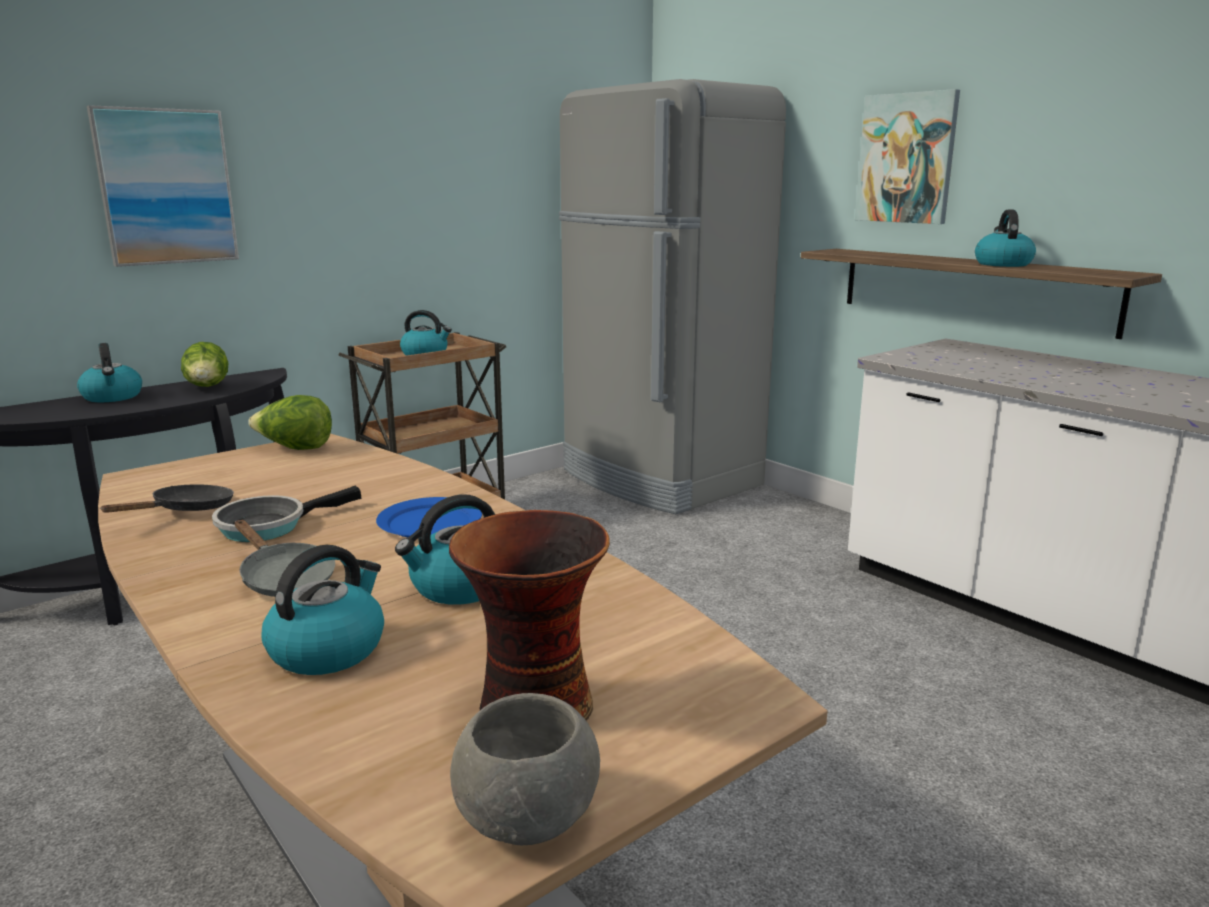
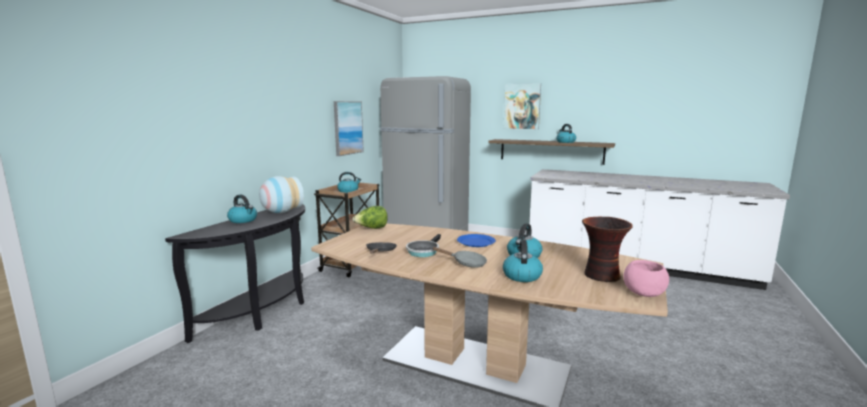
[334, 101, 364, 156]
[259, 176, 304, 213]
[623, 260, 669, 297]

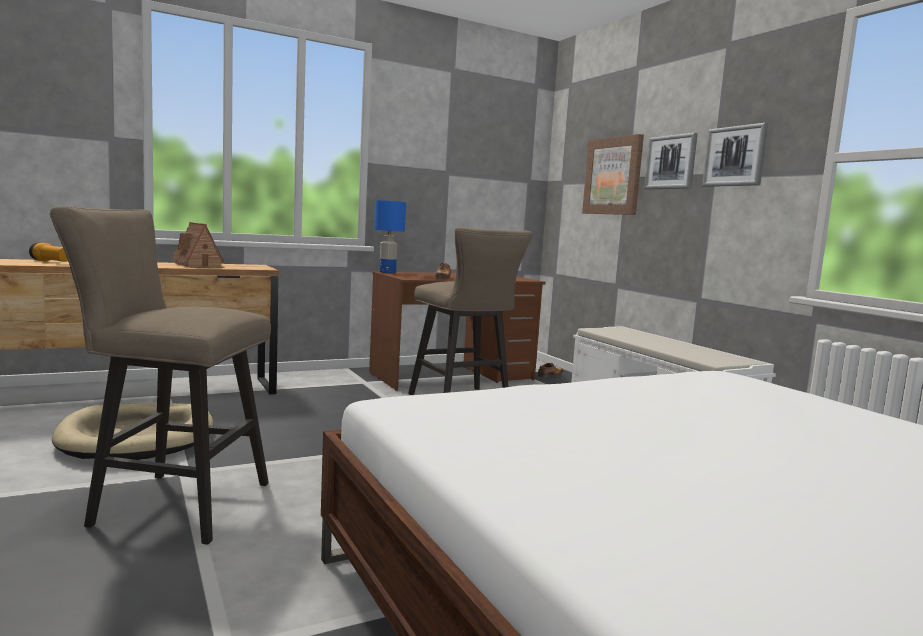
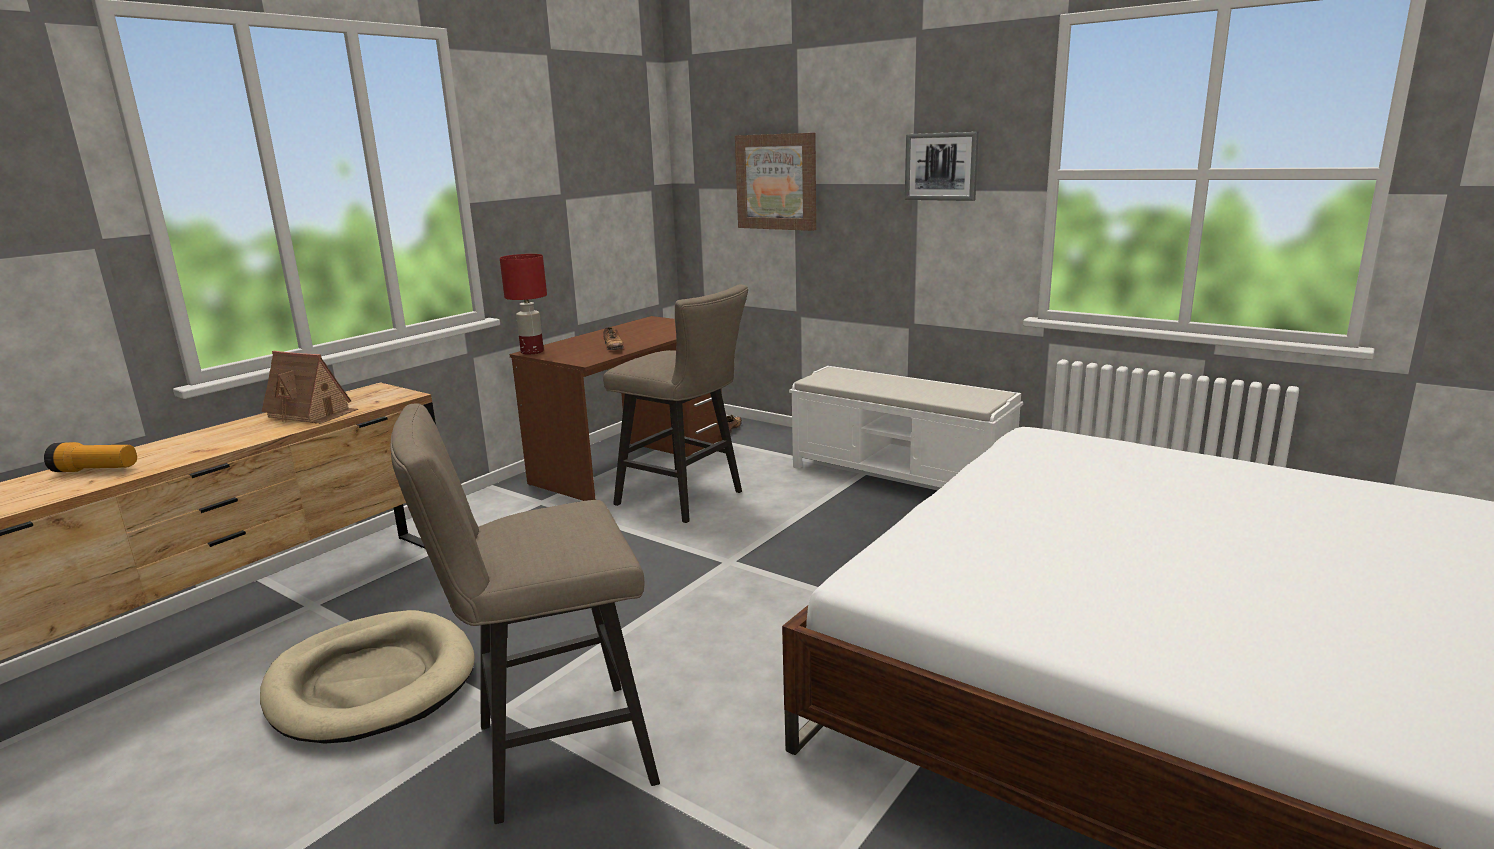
[644, 133, 698, 189] (first image)
[500, 254, 547, 355]

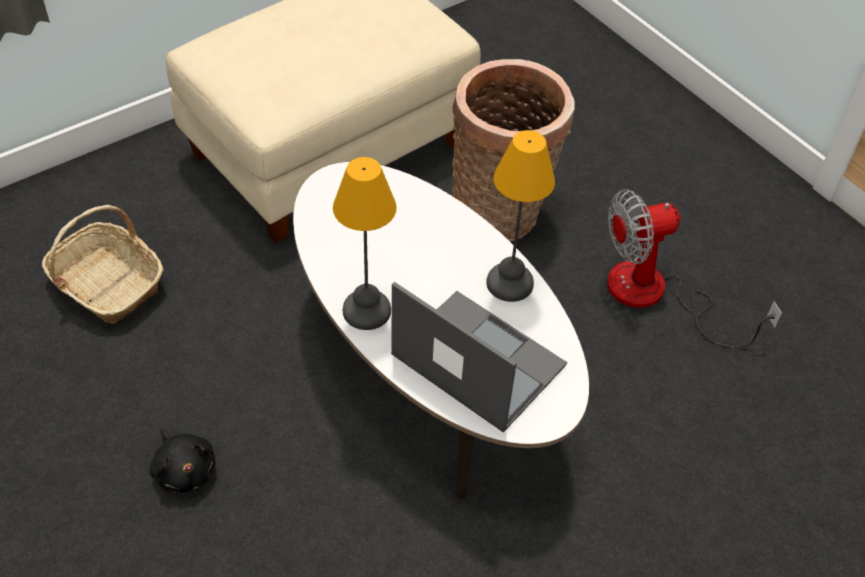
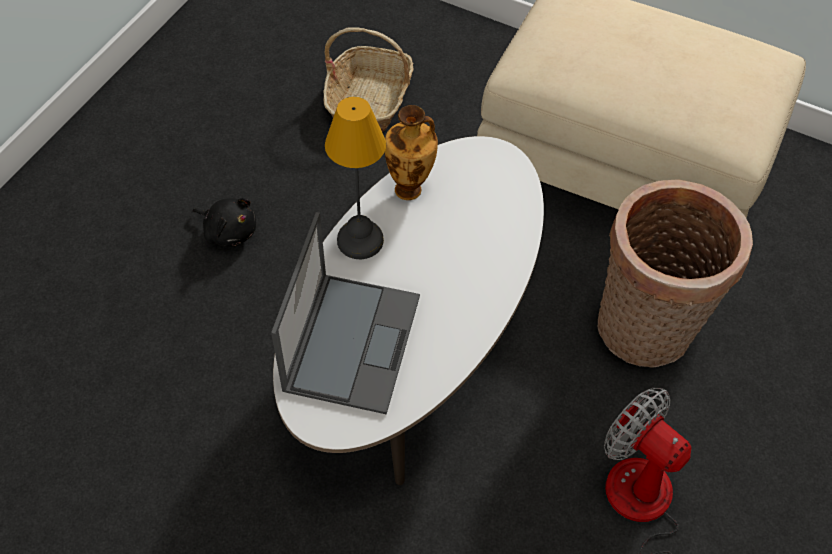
[486, 130, 555, 302] (first image)
[385, 105, 438, 200]
[193, 198, 256, 247]

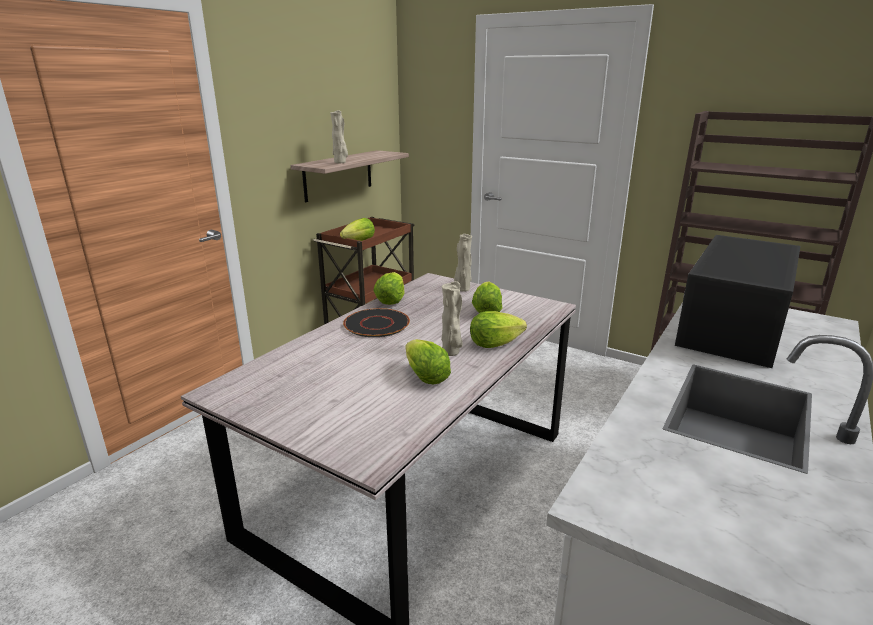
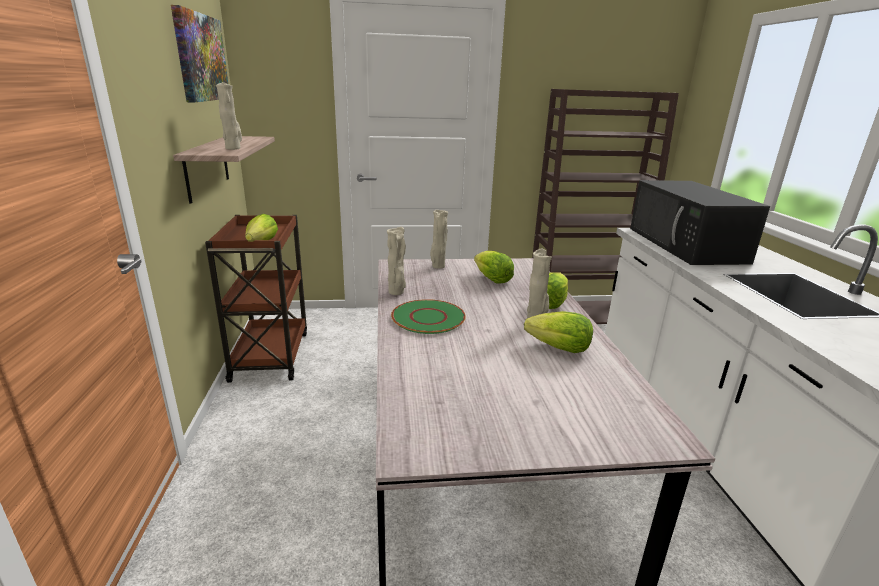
[171, 5, 228, 103]
[387, 227, 406, 295]
[391, 299, 466, 334]

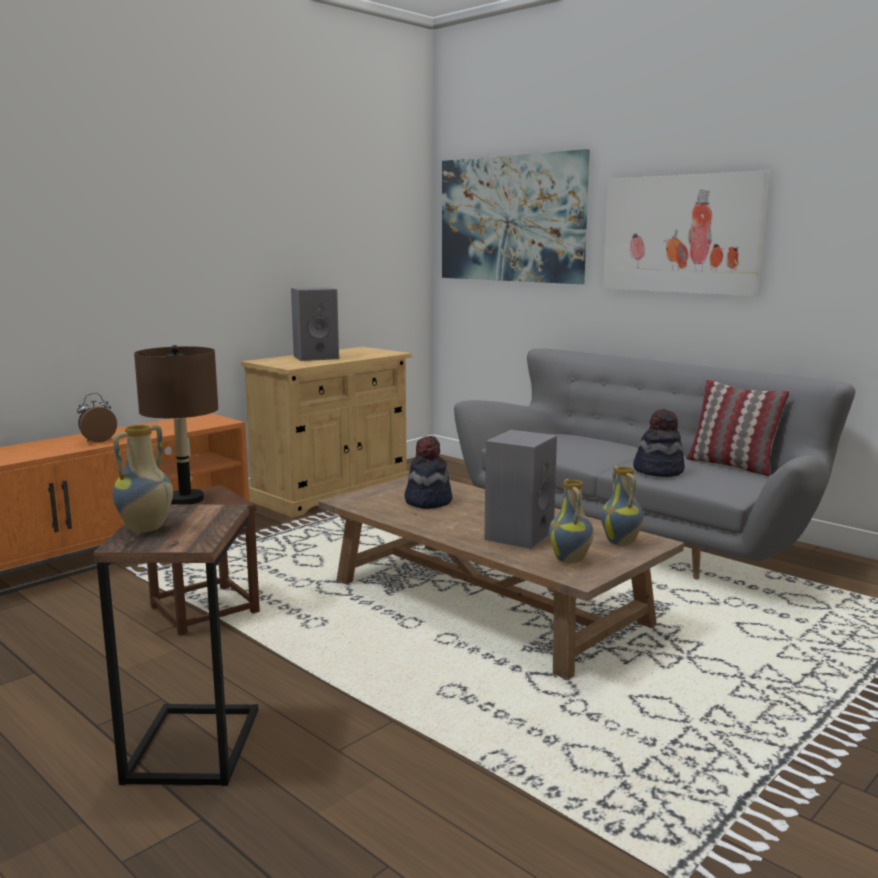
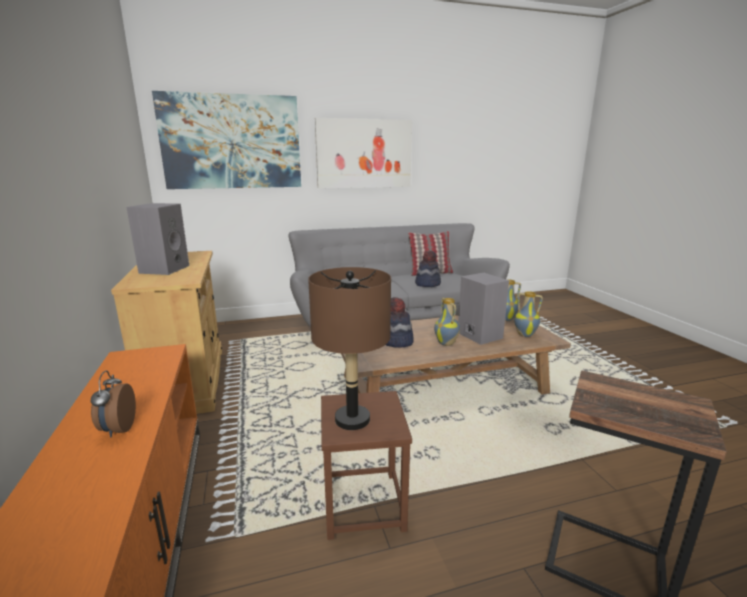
[434, 298, 460, 346]

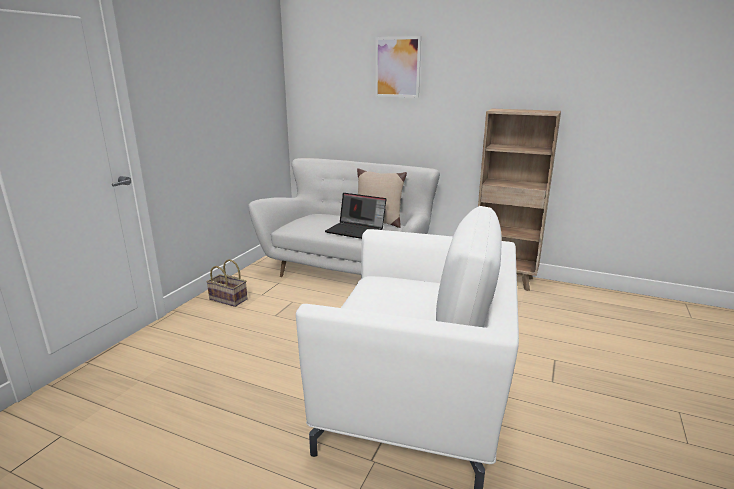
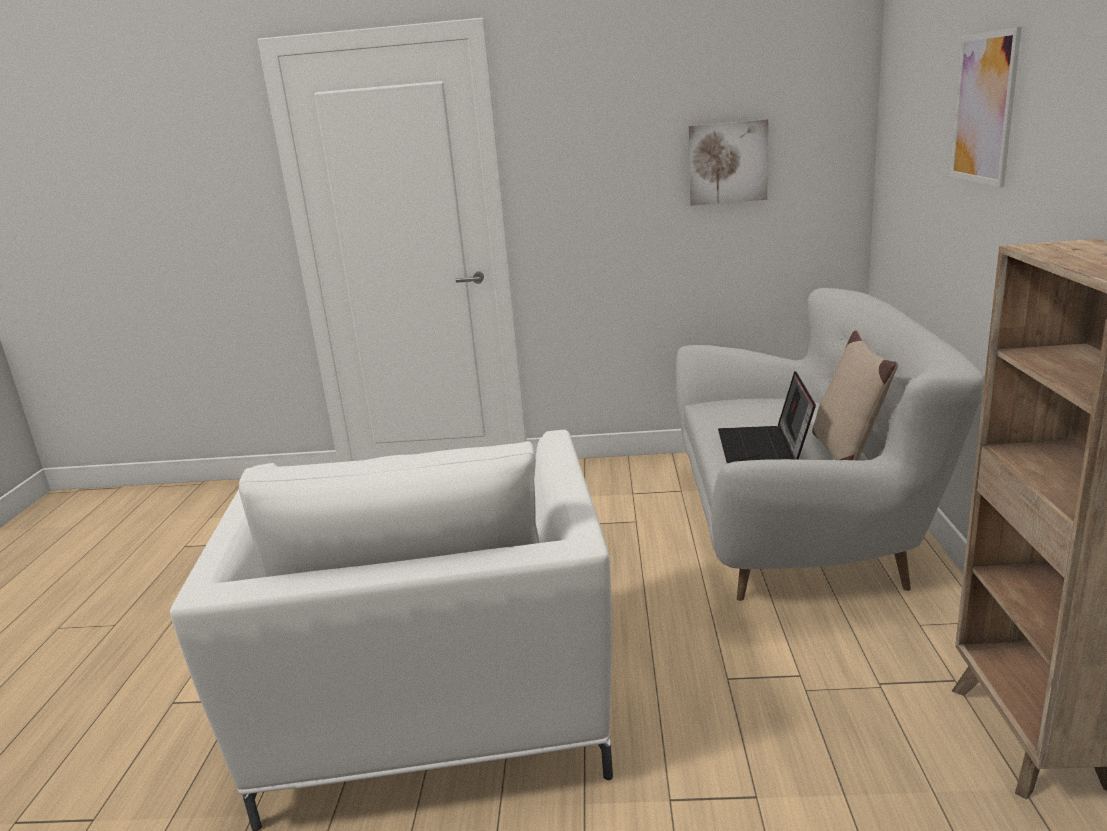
[206, 259, 248, 307] (first image)
[689, 119, 768, 206]

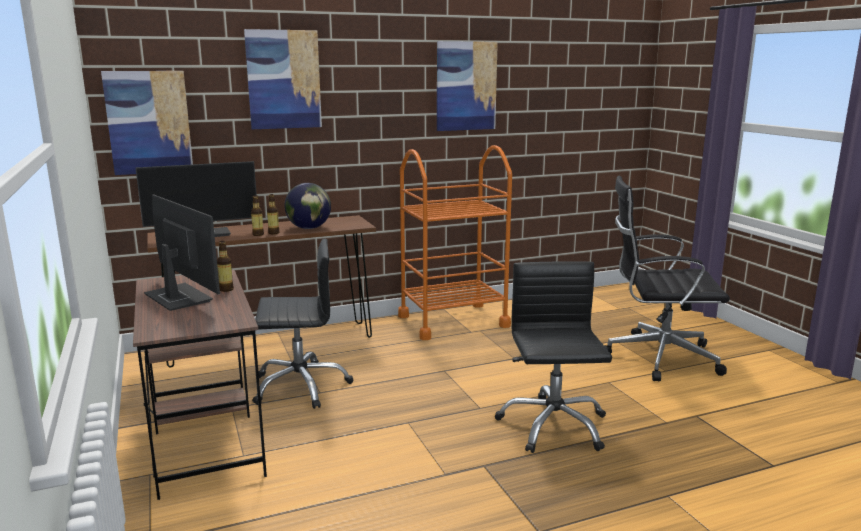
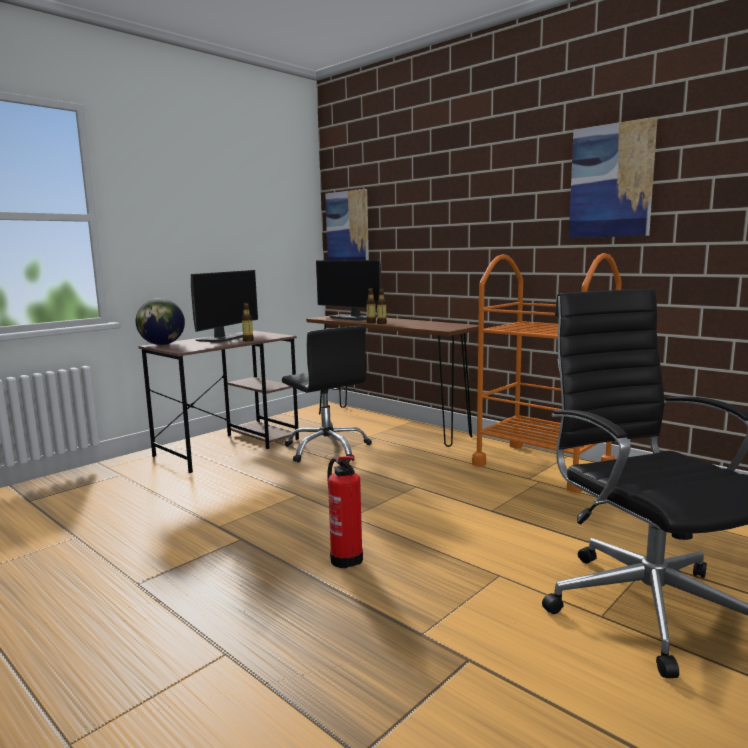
[244, 29, 322, 129] (first image)
[136, 298, 185, 345]
[327, 456, 363, 568]

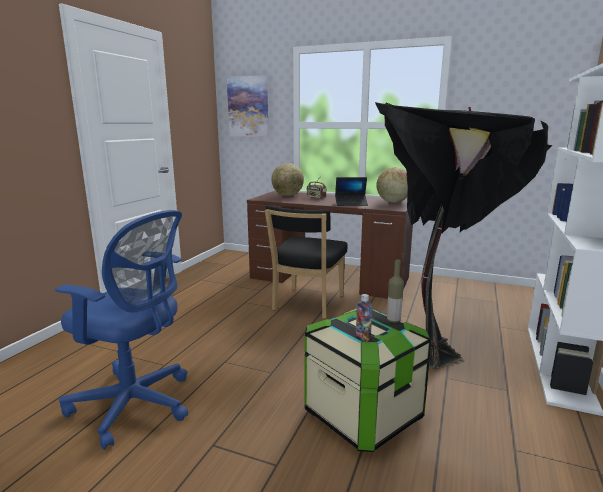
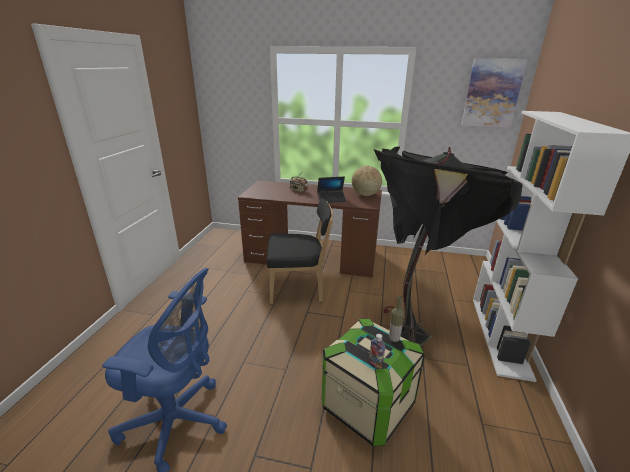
[271, 163, 304, 196] (first image)
[461, 59, 528, 128]
[266, 198, 333, 304]

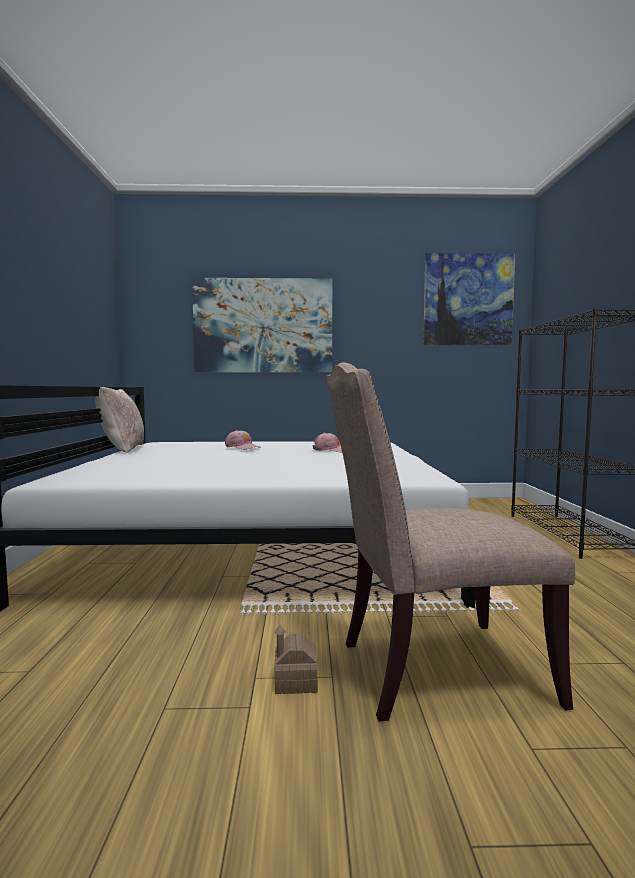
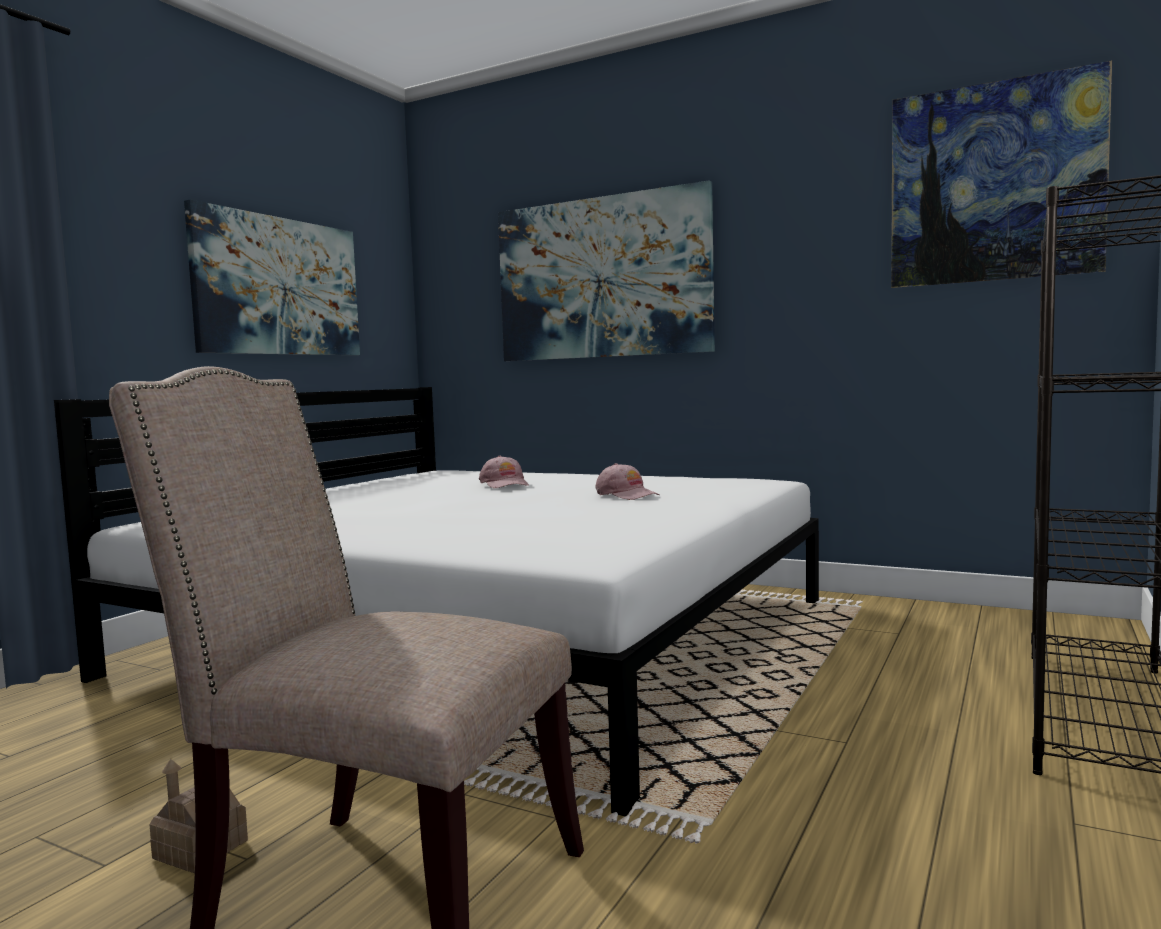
[95, 387, 144, 453] (first image)
[184, 200, 360, 355]

